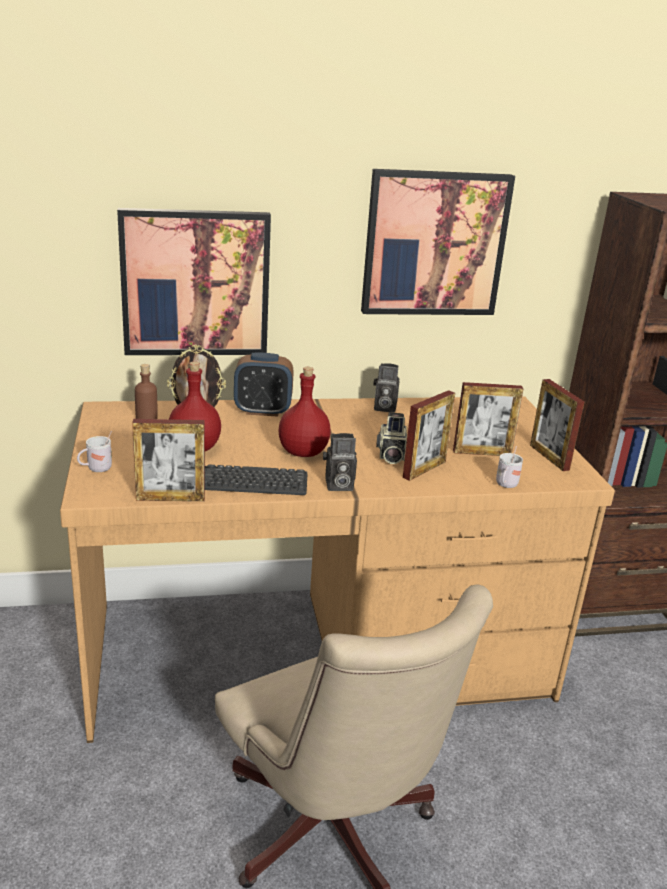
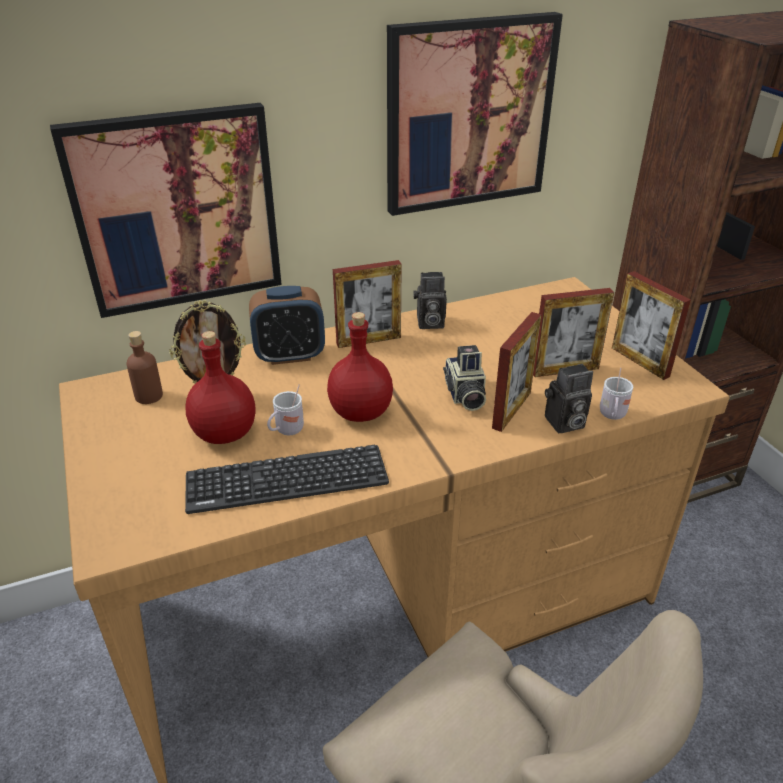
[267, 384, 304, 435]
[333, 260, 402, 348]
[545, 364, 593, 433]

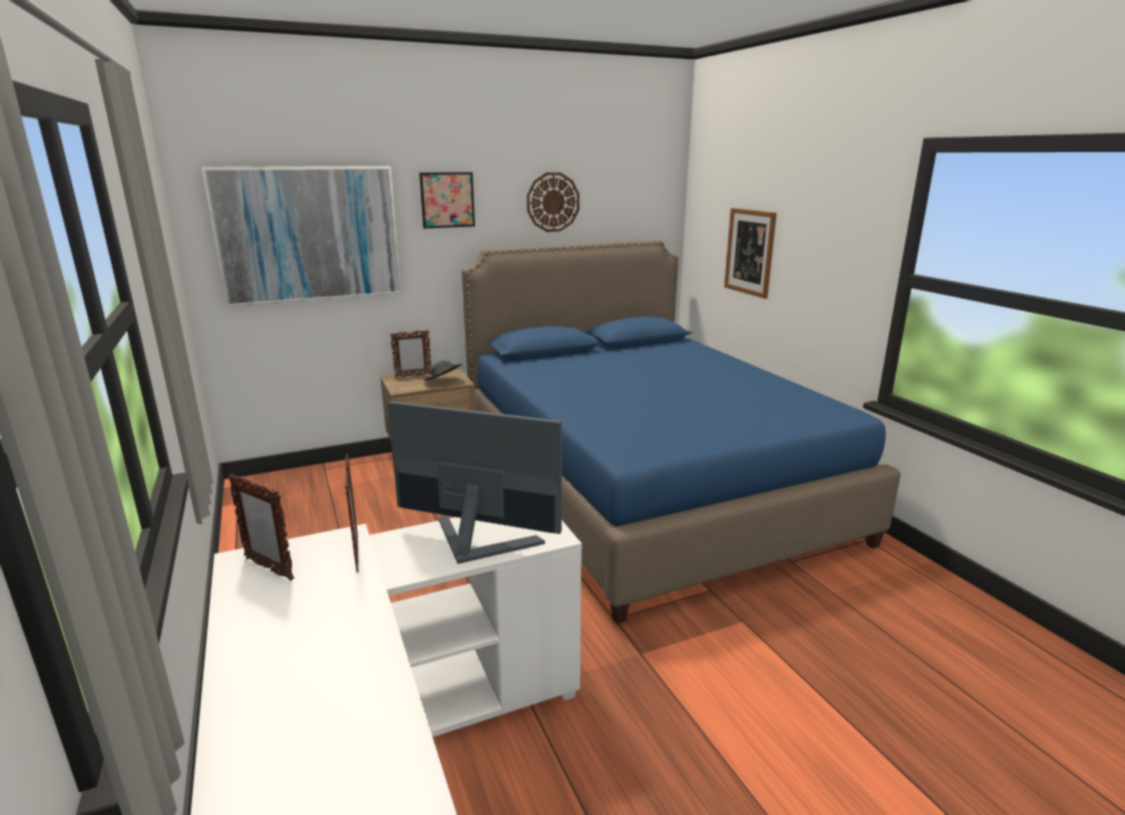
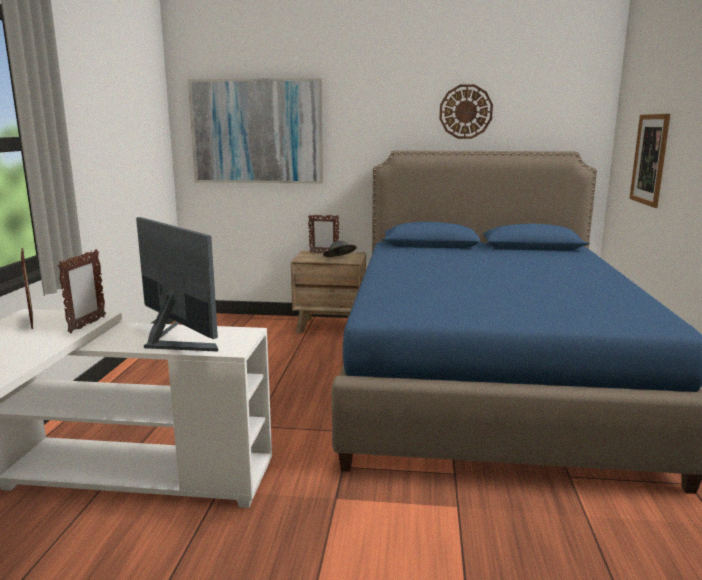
[419, 172, 475, 229] (first image)

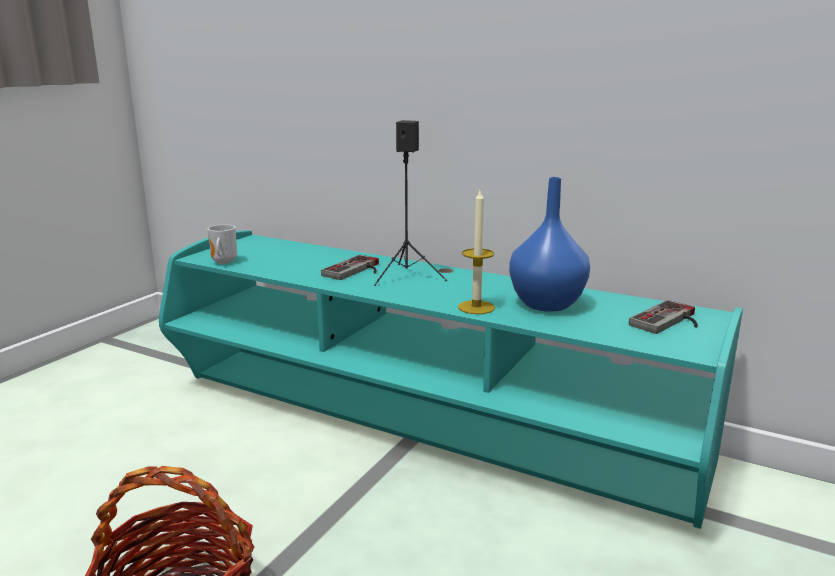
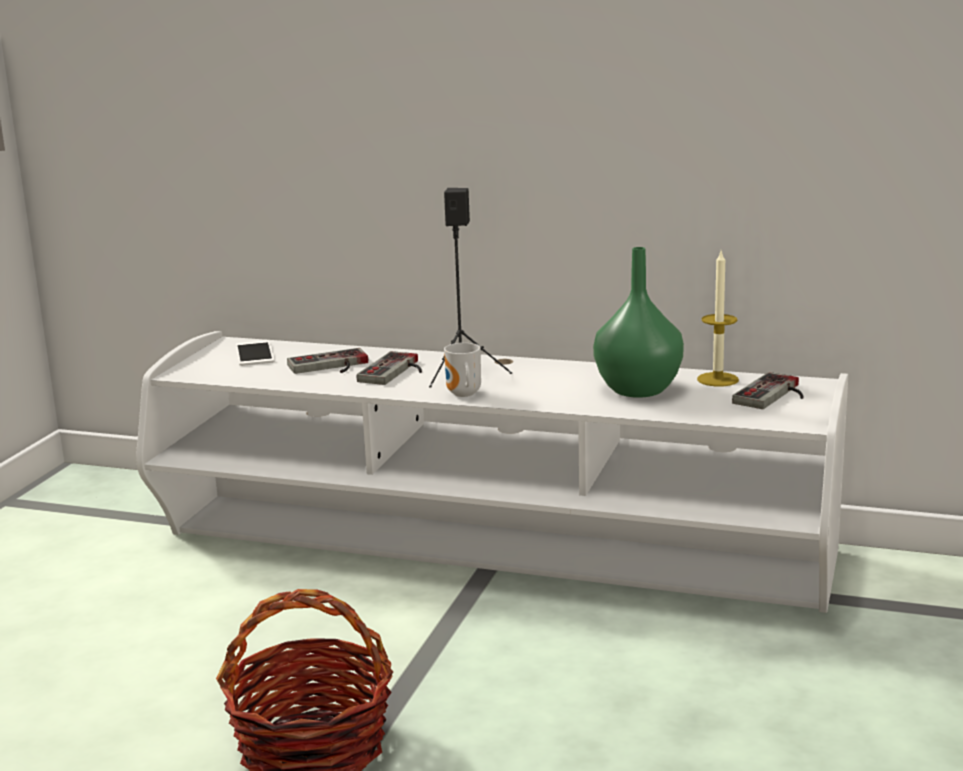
[236, 340, 274, 366]
[287, 348, 368, 374]
[444, 343, 481, 397]
[697, 251, 739, 386]
[136, 331, 848, 613]
[593, 247, 684, 398]

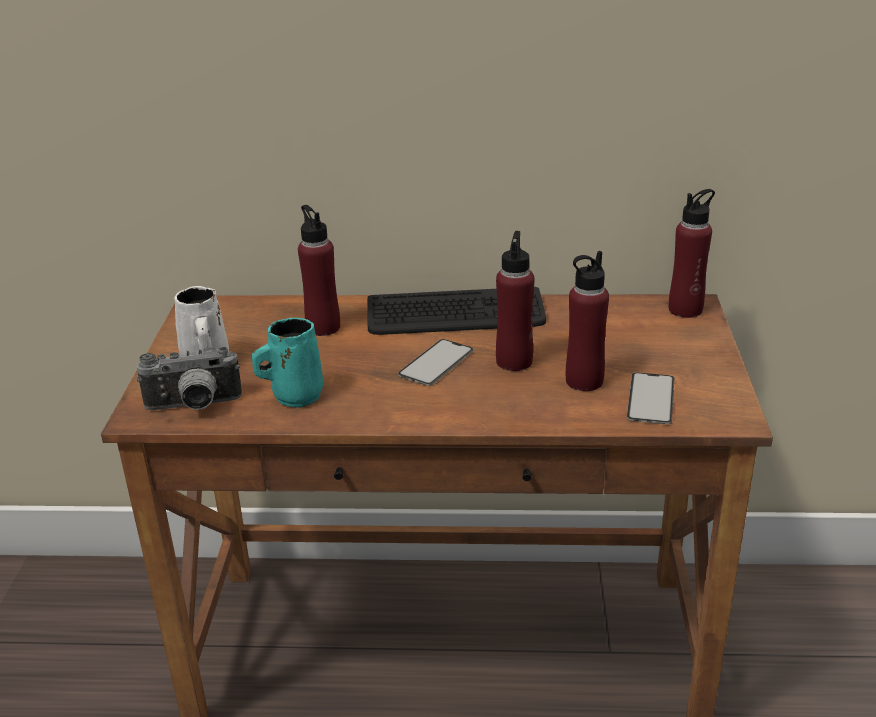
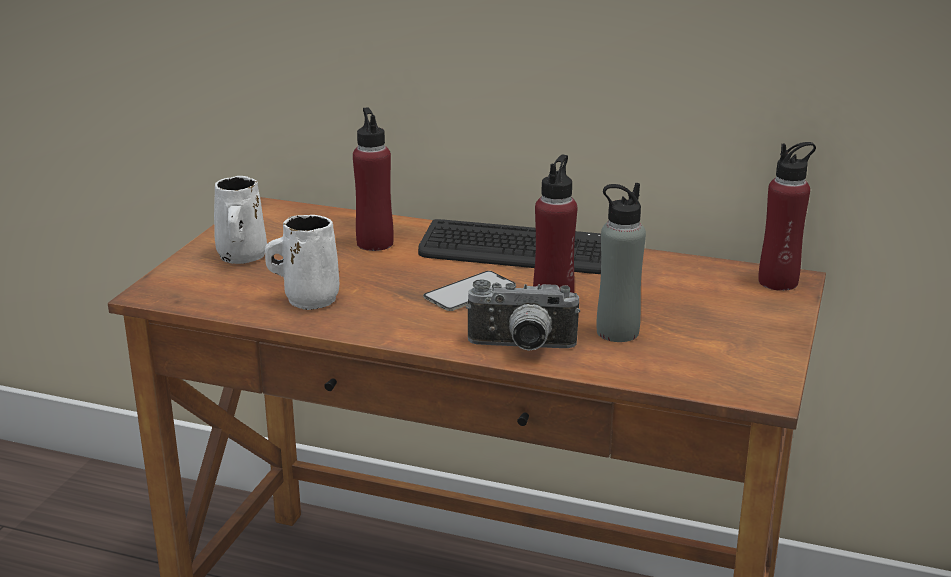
[627, 372, 674, 425] (first image)
[466, 279, 580, 351]
[265, 215, 339, 310]
[597, 183, 646, 342]

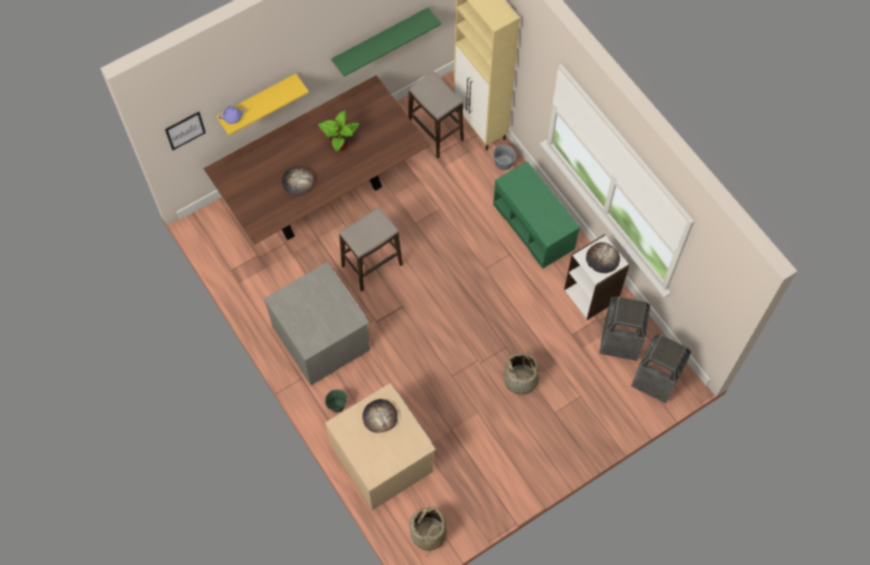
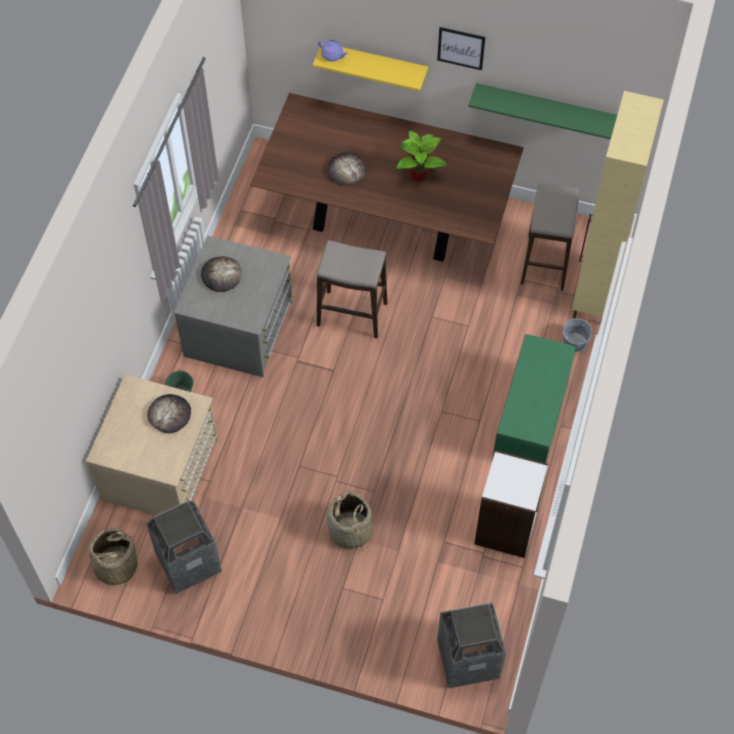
[437, 27, 485, 70]
[201, 256, 241, 292]
[146, 501, 222, 594]

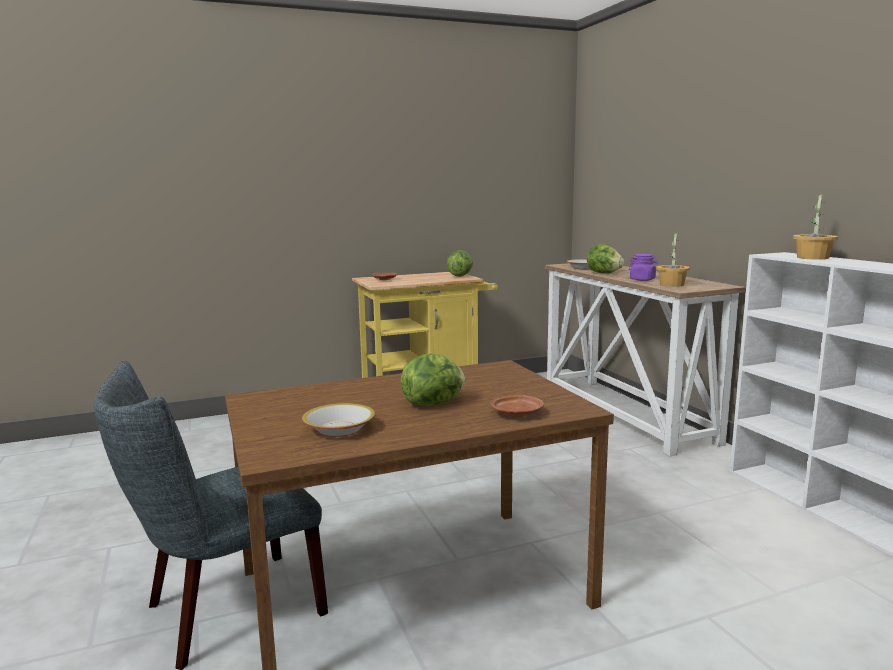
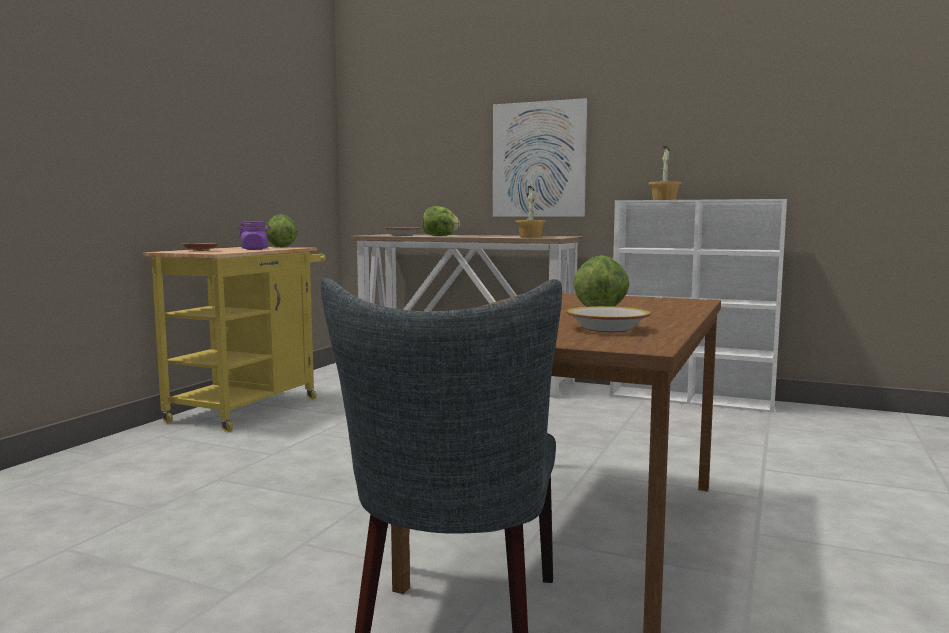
[490, 395, 544, 417] (first image)
[493, 98, 587, 217]
[238, 221, 271, 250]

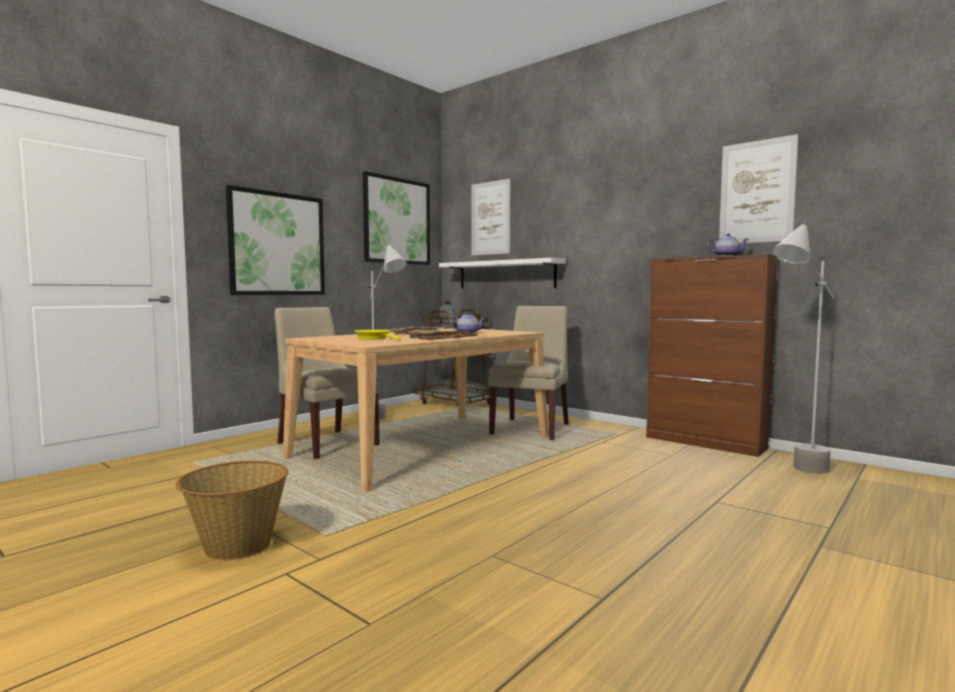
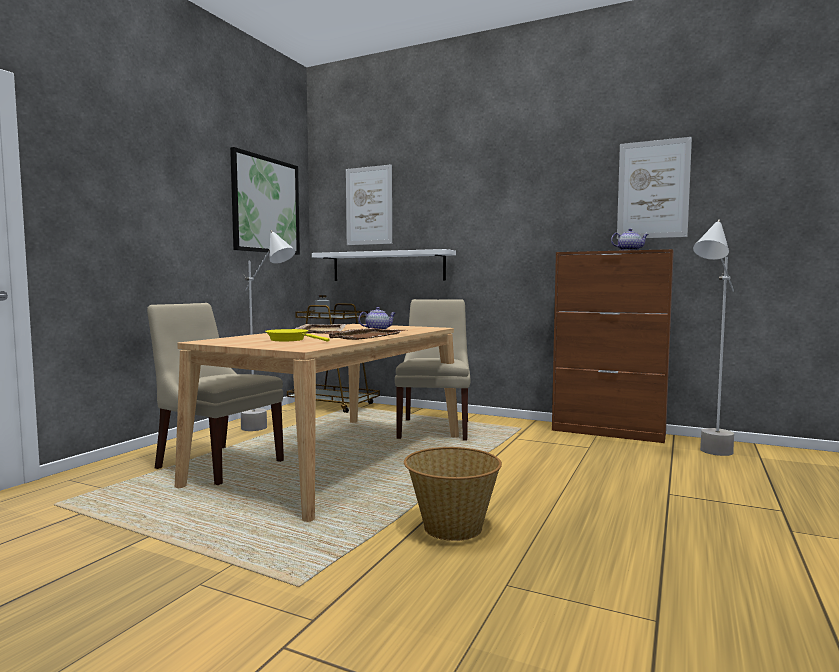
[226, 185, 325, 295] (first image)
[404, 447, 502, 541]

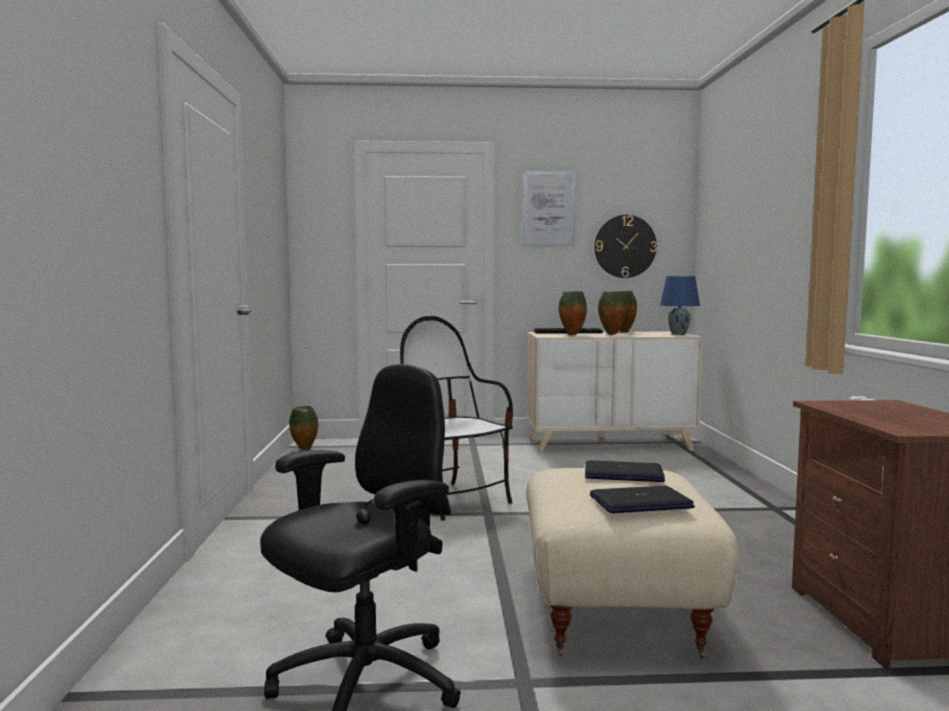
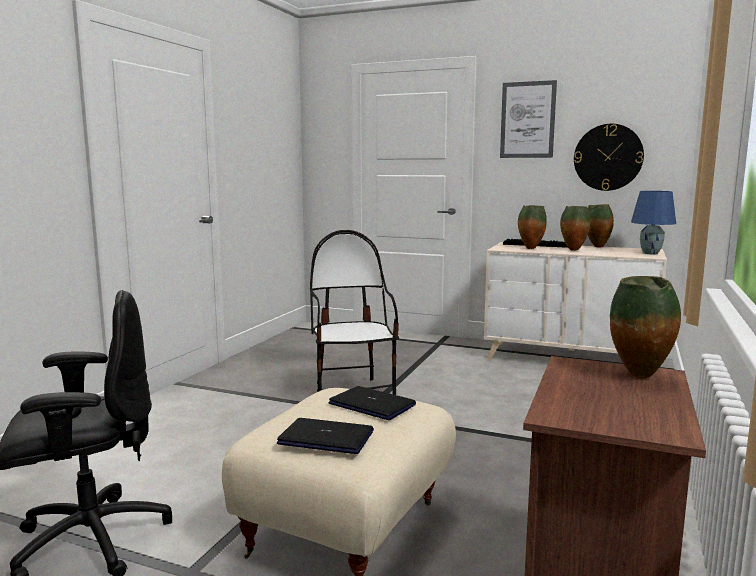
[610, 276, 681, 379]

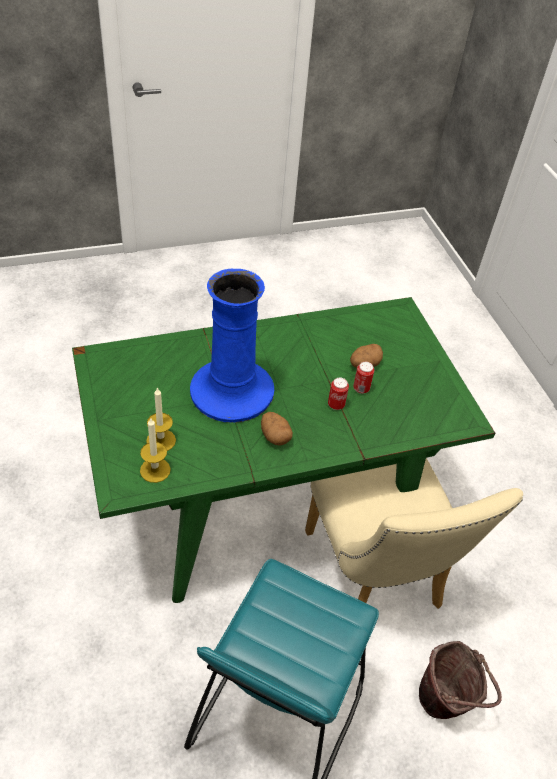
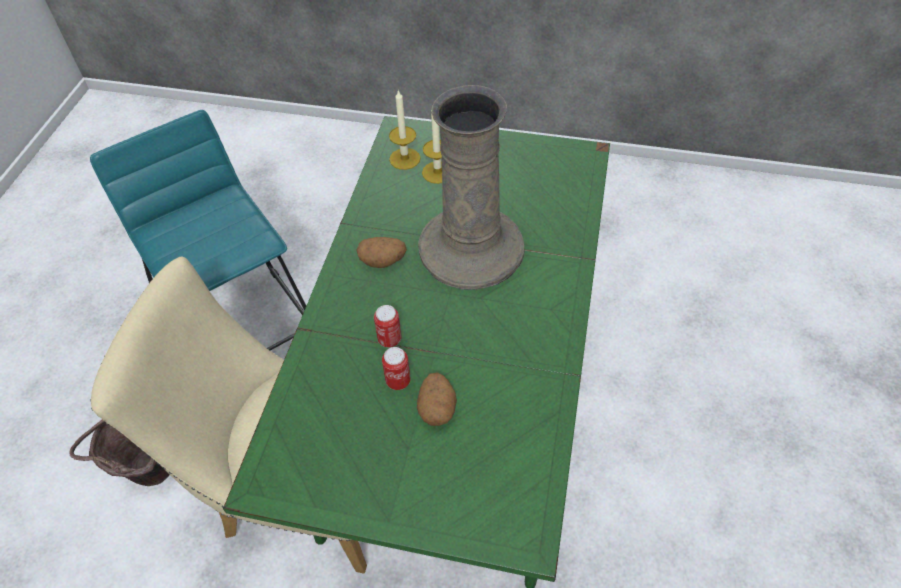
[418, 85, 525, 290]

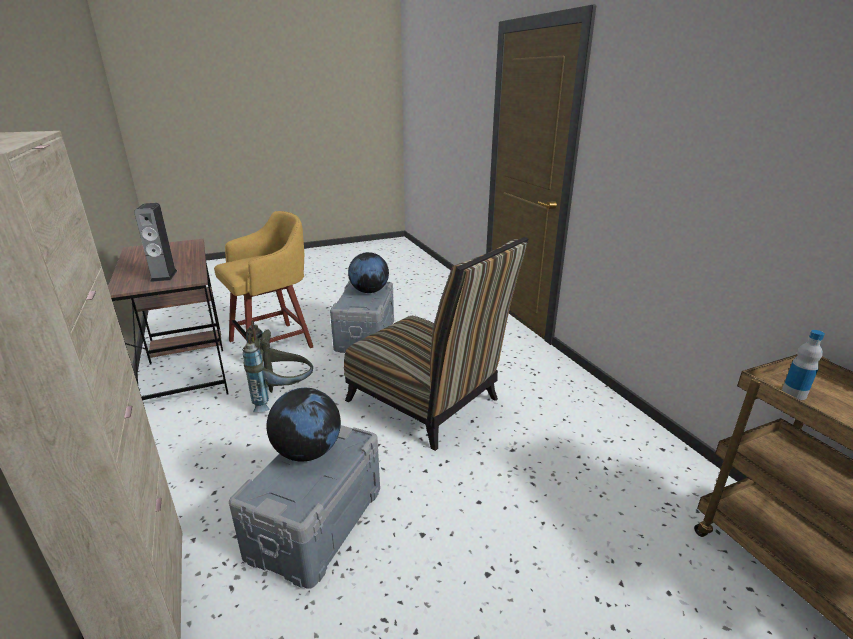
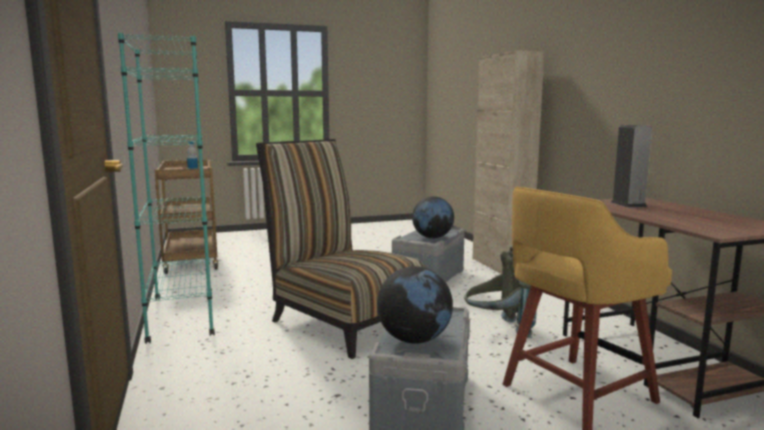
[118, 33, 215, 344]

